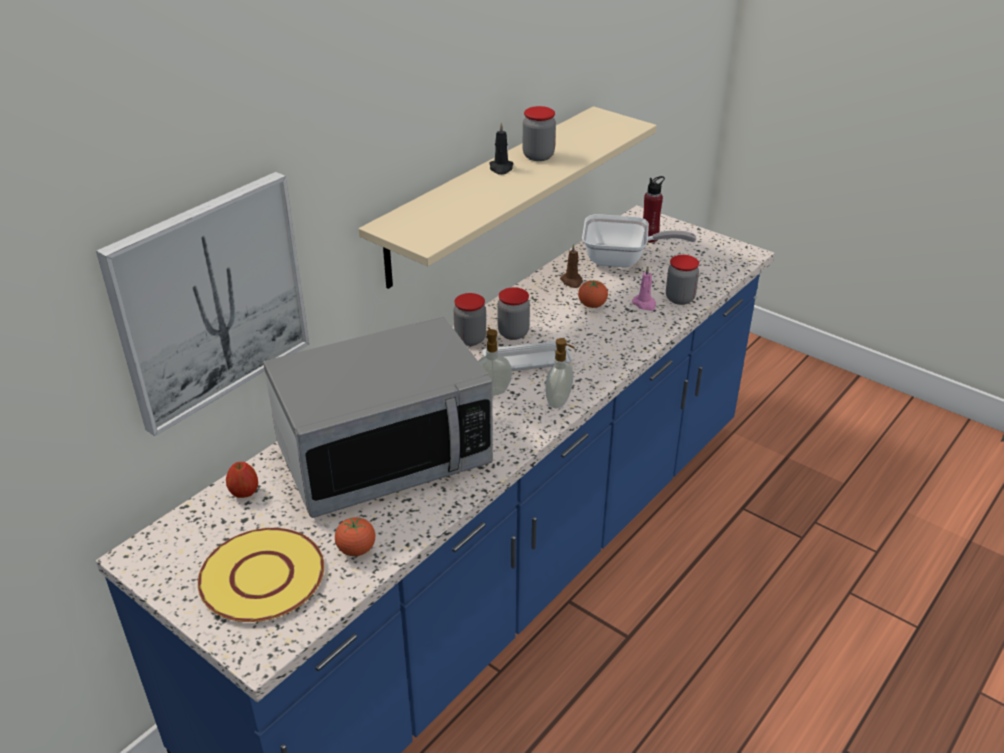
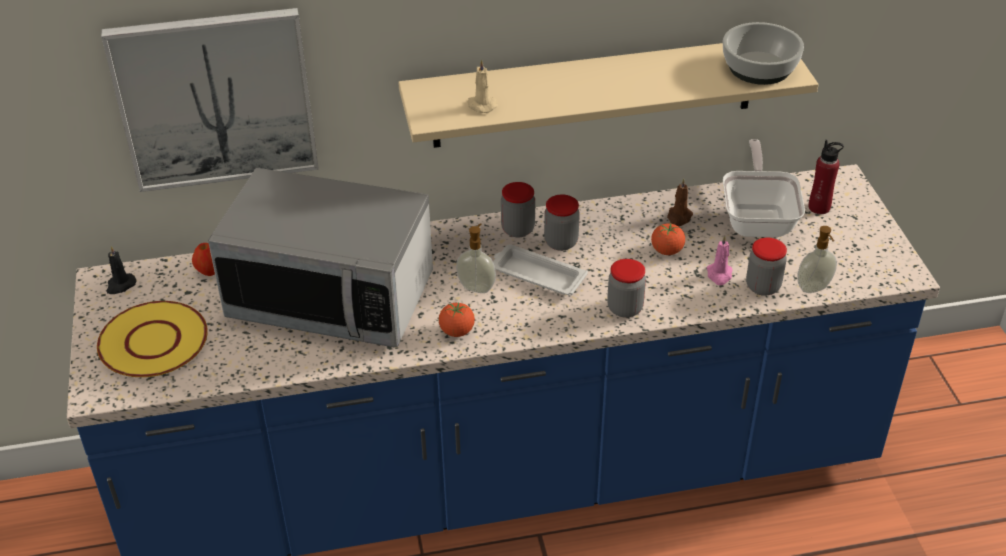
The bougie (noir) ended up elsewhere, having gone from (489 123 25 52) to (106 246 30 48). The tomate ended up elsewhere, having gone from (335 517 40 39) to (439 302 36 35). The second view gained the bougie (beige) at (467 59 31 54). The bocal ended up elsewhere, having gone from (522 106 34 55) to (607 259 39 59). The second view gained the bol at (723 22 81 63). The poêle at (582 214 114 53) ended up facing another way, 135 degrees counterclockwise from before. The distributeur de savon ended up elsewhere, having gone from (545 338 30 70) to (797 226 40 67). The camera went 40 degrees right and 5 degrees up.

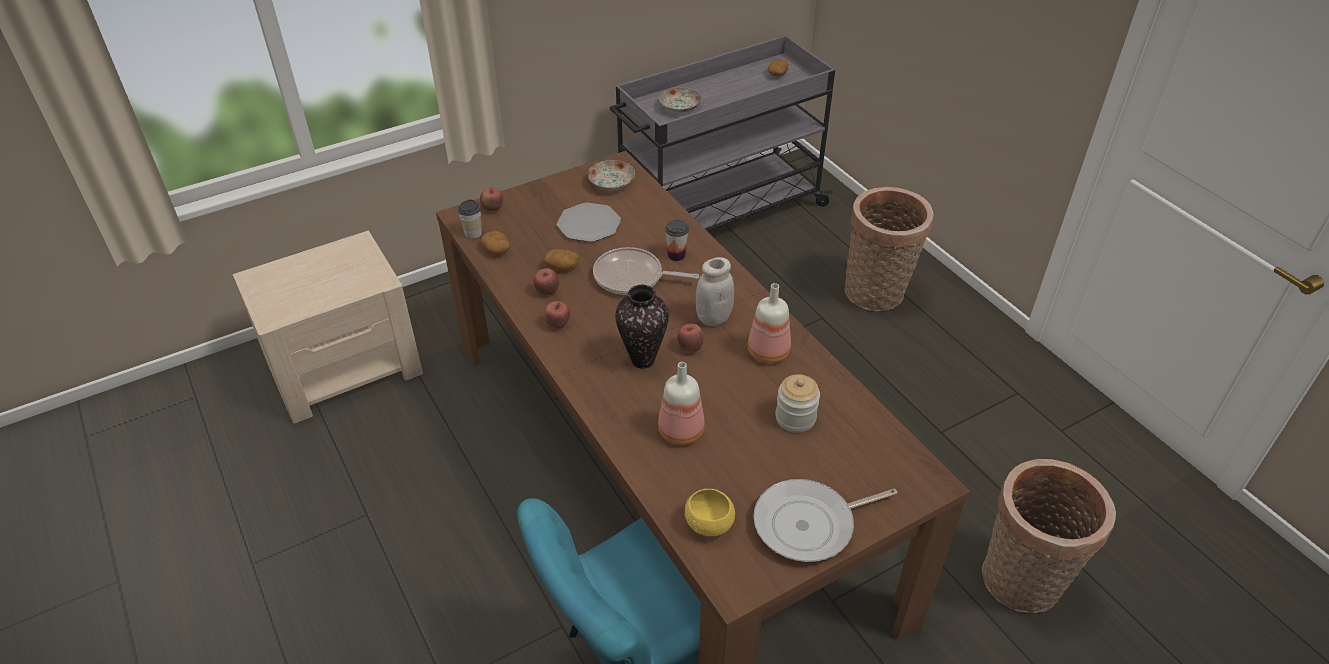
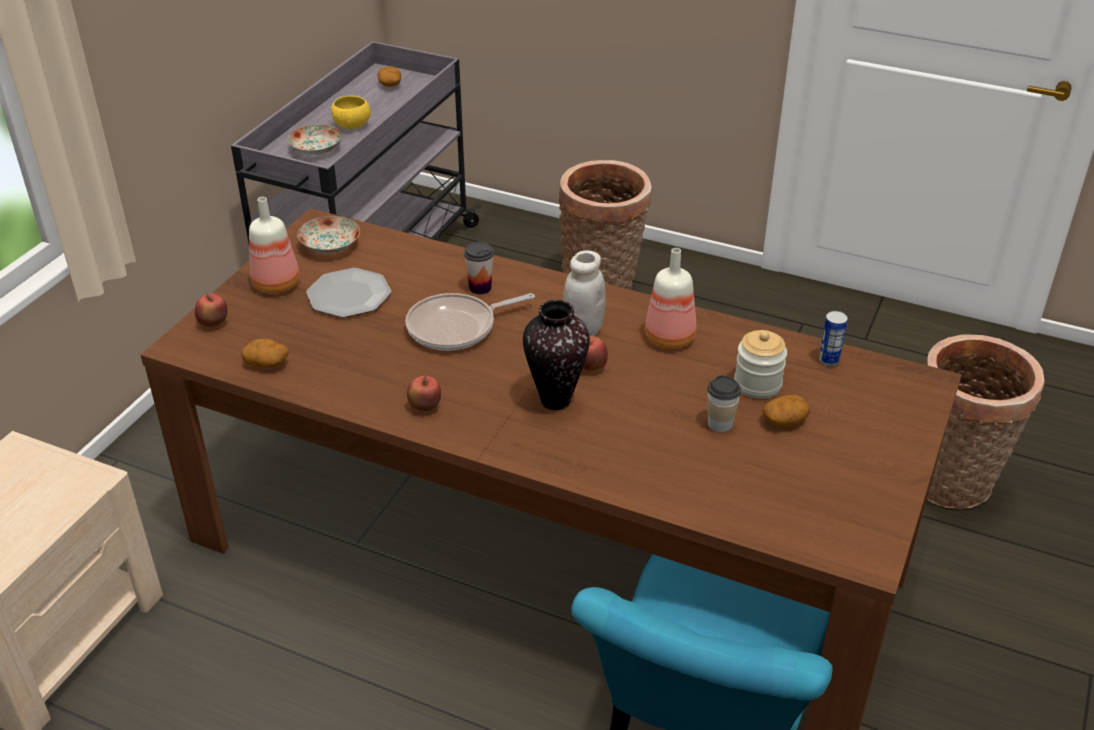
The bouteille ended up elsewhere, having gone from (658 362 47 83) to (249 197 51 97). The bol (jaune) ended up elsewhere, having gone from (685 489 50 47) to (331 96 39 33). The tasse ended up elsewhere, having gone from (458 199 24 40) to (707 375 34 57). The pomme de terre ended up elsewhere, having gone from (544 249 36 22) to (763 395 47 32). The second view gained the boîte métallique at (819 311 29 55). The second view lost the pomme at (534 268 25 27). The second view lost the poêle at (753 479 144 83). The camera went 35 degrees left and 5 degrees down.

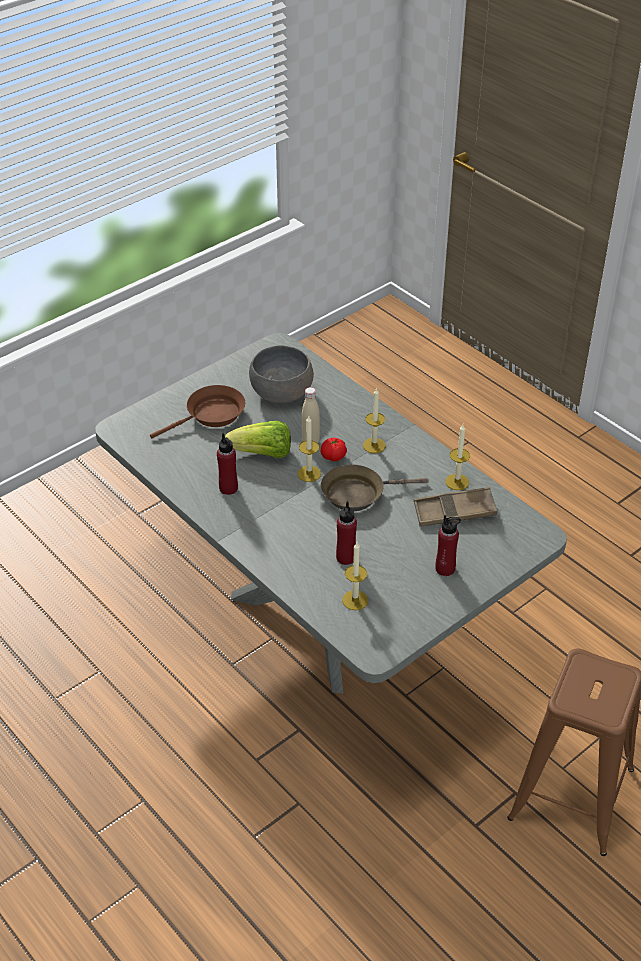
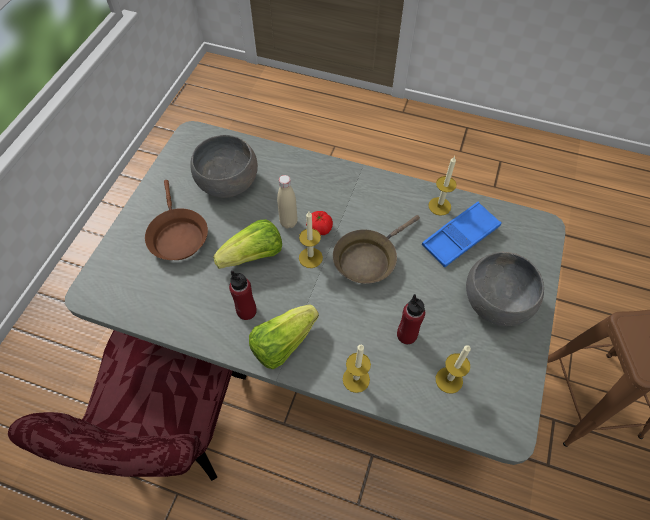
The second view gained the chaise (rouge) at (8 330 239 151). The poêle (marron) at (150 385 95 54) ended up facing another way, 135 degrees clockwise from before. The second view gained the laitue at (249 305 70 64). The bougie ended up elsewhere, having gone from (363 388 23 65) to (343 345 28 48). What was the plateau (marron) at (414 487 83 40) turned into the plateau (bleu) at (422 202 80 65). Where the bouteille (rouge) stood at (435 515 26 61), the bol (gris) came to stand at (466 252 78 74). The camera went 30 degrees left and 15 degrees up.

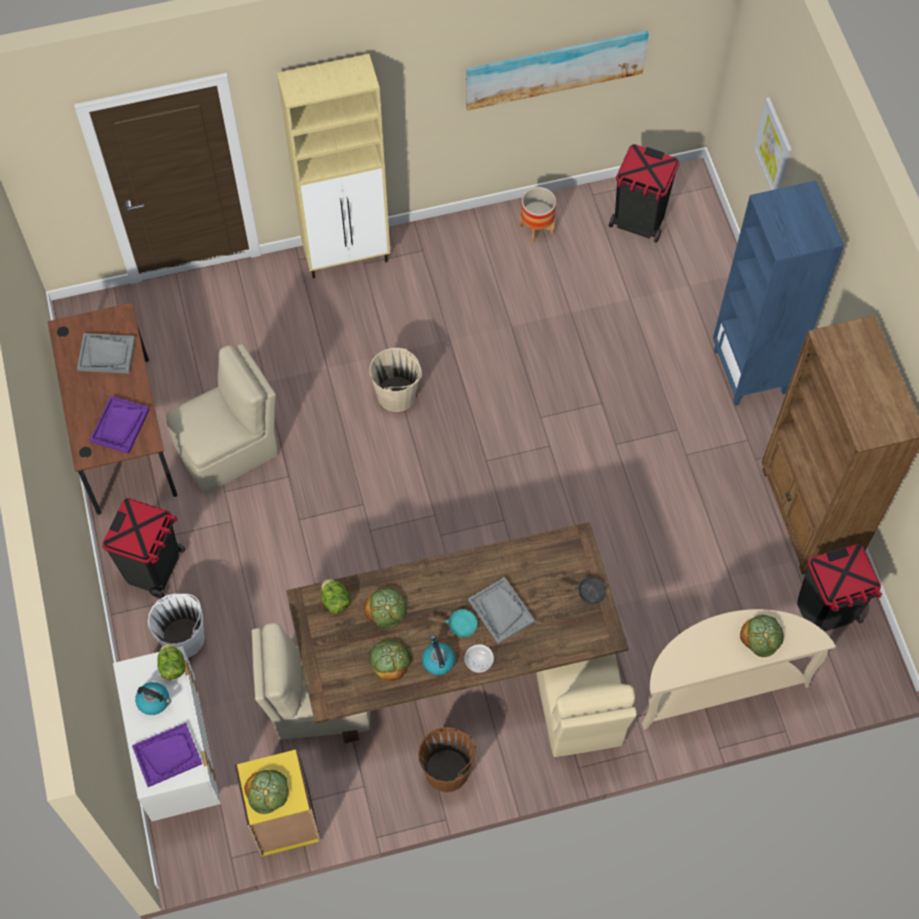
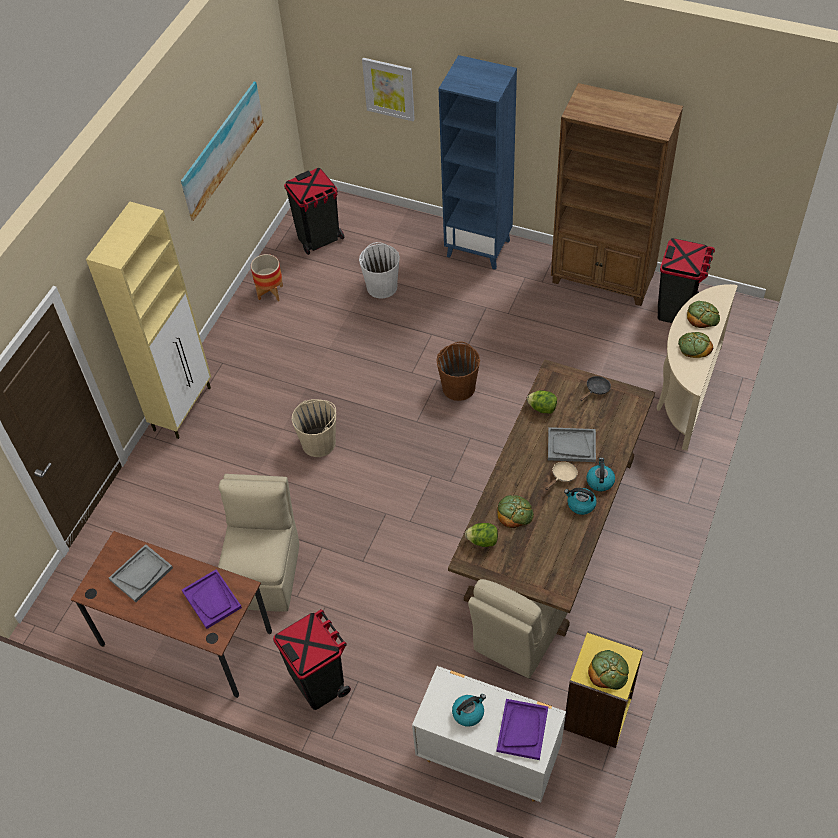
The seau (blanc) ended up elsewhere, having gone from (148 593 56 65) to (359 242 41 56). The seau (marron) ended up elsewhere, having gone from (418 727 58 65) to (436 342 44 59). The laitue ended up elsewhere, having gone from (157 643 29 37) to (527 390 30 24). What was the poêle (turquoise) at (427 609 51 29) turned into the poêle (beige) at (545 462 33 28). Where the bol stood at (465 644 29 29), the bouilloire came to stand at (586 458 29 33). The pain ended up elsewhere, having gone from (369 640 43 41) to (678 332 35 26). The second view lost the chaise (beige) at (536 654 101 103). The camera went 50 degrees left and 10 degrees down.

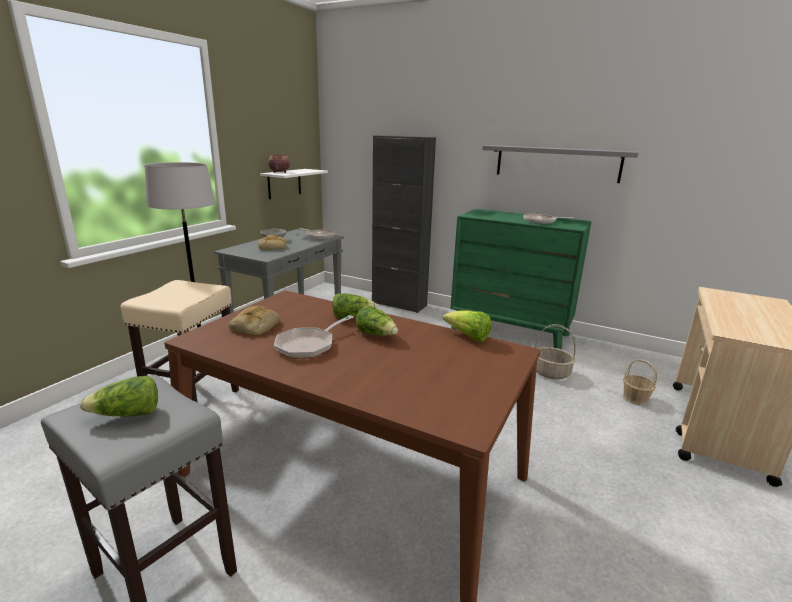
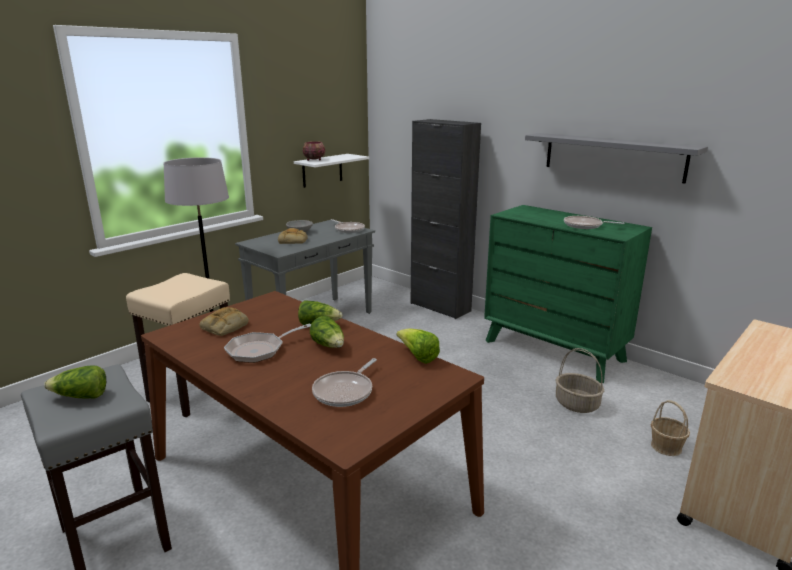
The second view gained the poêle at (312 358 65 49). The camera went 15 degrees right and 0 degrees up.

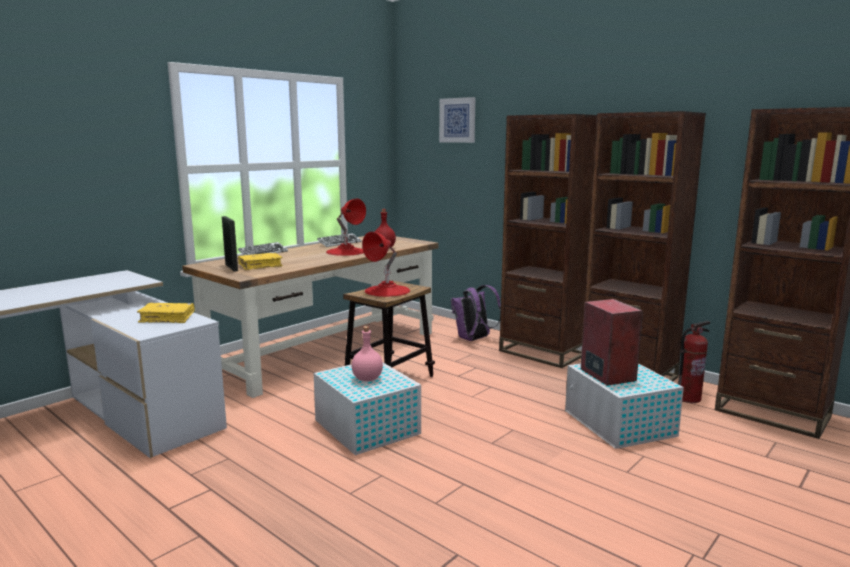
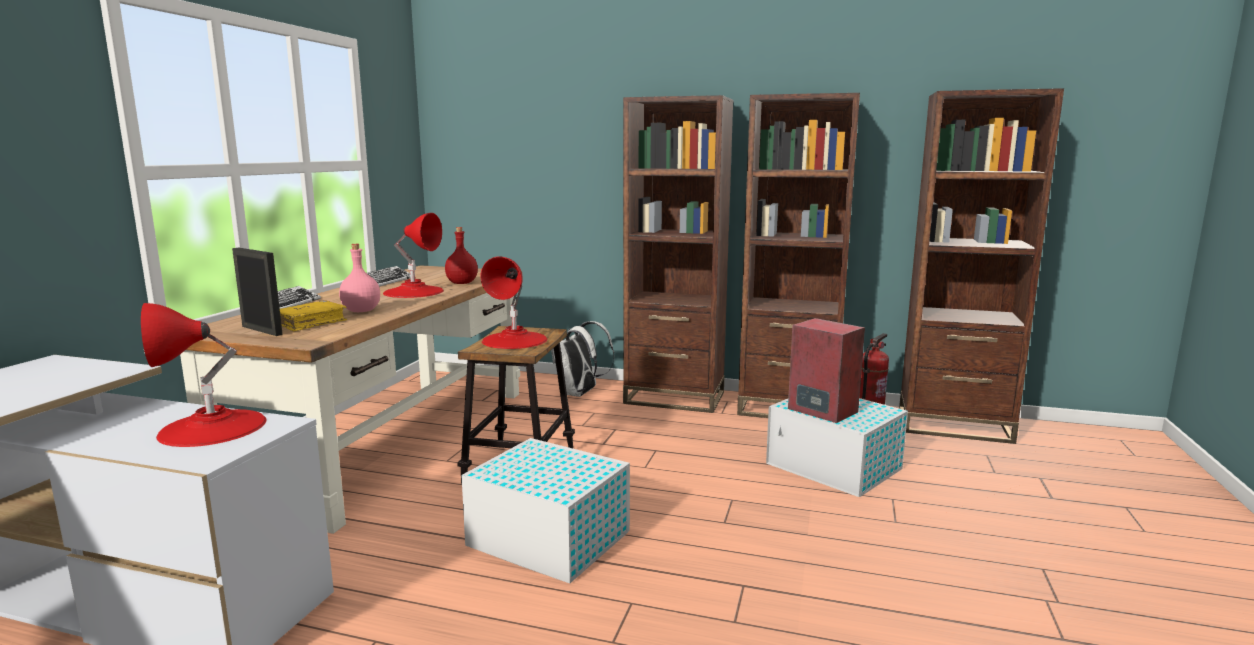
Where the livre (jaune) stood at (137 303 58 20), the lampe de table (rouge) came to stand at (141 303 125 144). The bouteille (rose) ended up elsewhere, having gone from (352 326 31 55) to (339 244 41 68). What was the sac à dos (violet) at (451 285 50 56) turned into the sac à dos (blanc) at (551 321 63 76). The second view lost the tableau at (439 97 36 46). The camera went 25 degrees left and 0 degrees up.

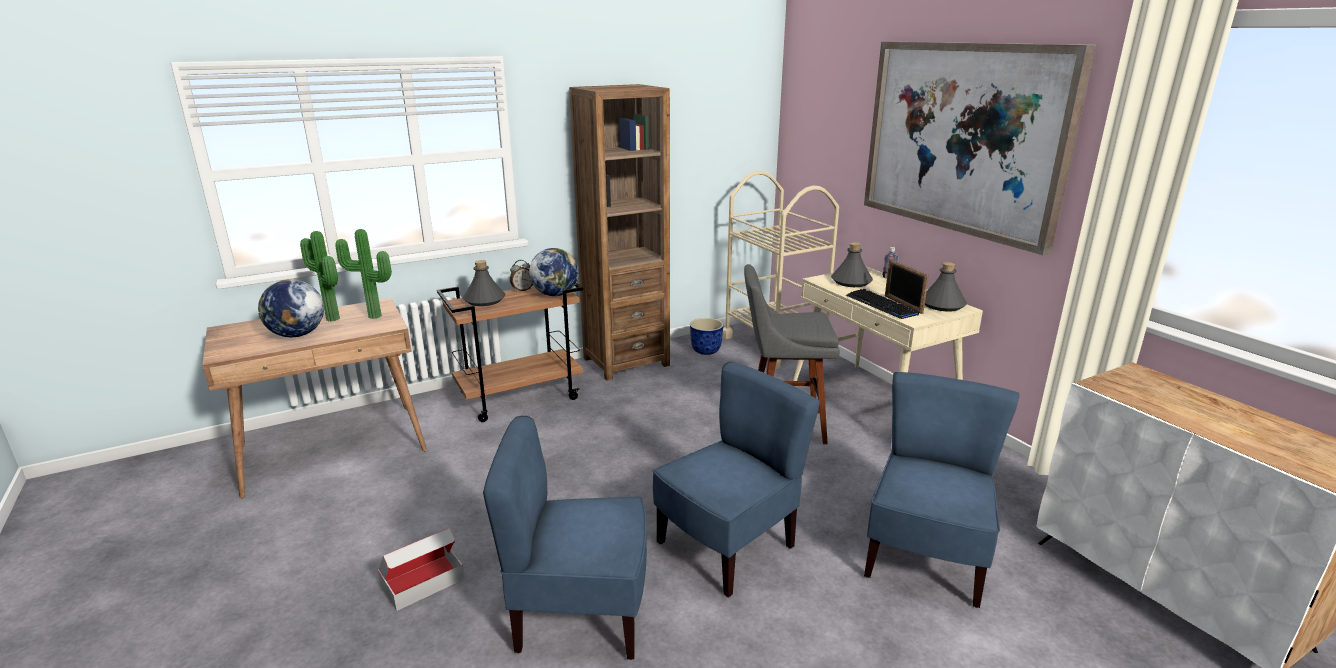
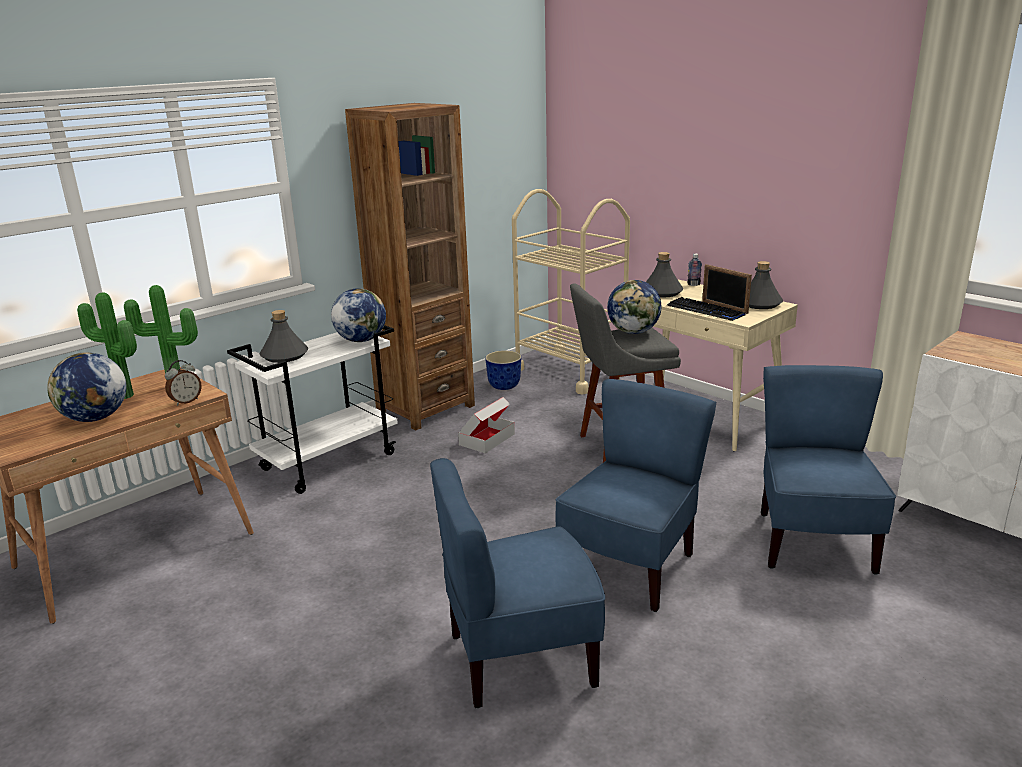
The réveil ended up elsewhere, having gone from (510 260 23 32) to (165 360 37 46). What was the chariot (marron) at (437 283 146 139) turned into the chariot (blanc) at (227 325 171 169). The carton ended up elsewhere, having gone from (378 528 86 83) to (458 397 57 56). The second view gained the globe at (607 280 55 54). The second view lost the tableau at (864 42 232 213). The camera went 15 degrees left and 0 degrees up.

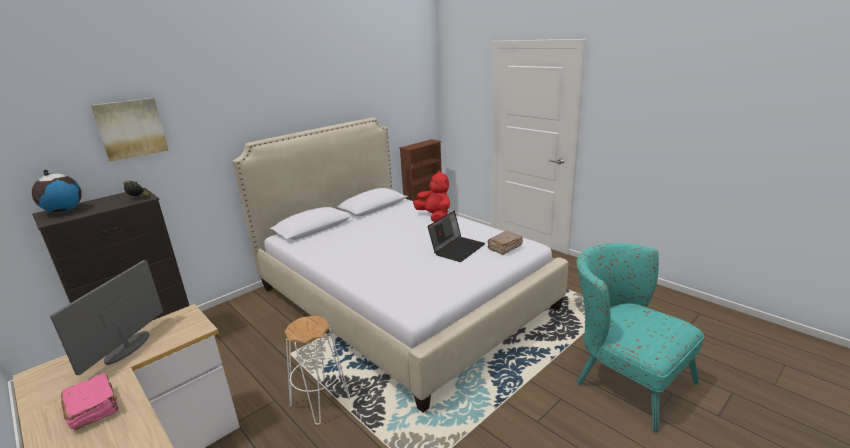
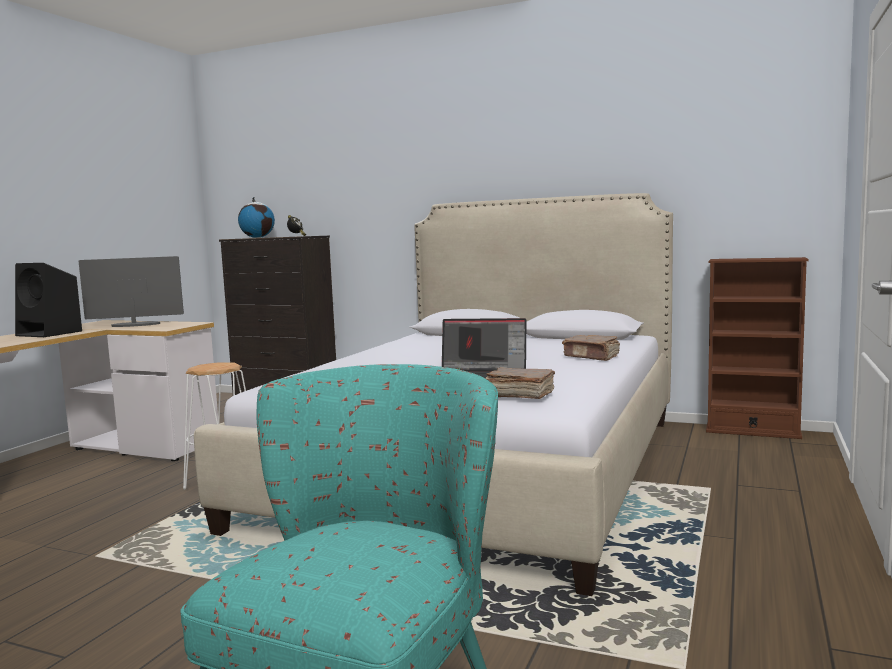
Where the livre (rose) stood at (61 373 58 57), the enceinte (noir) came to stand at (15 263 67 74). Where the peluche (rouge) stood at (413 170 37 52), the livre (marron) came to stand at (562 335 58 26). The second view lost the tableau at (91 98 77 64). The camera went 65 degrees right and 15 degrees down.

